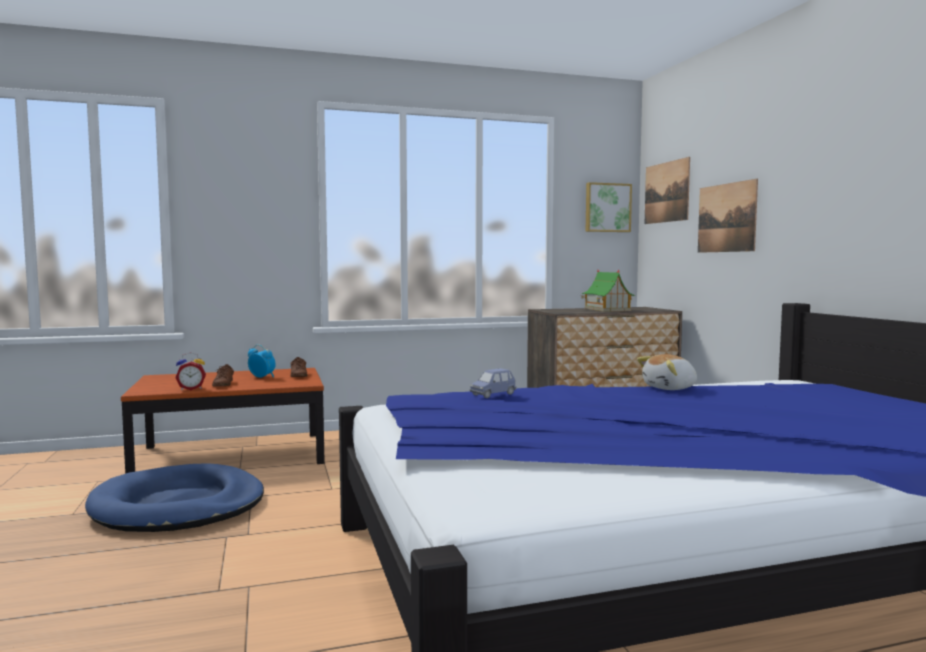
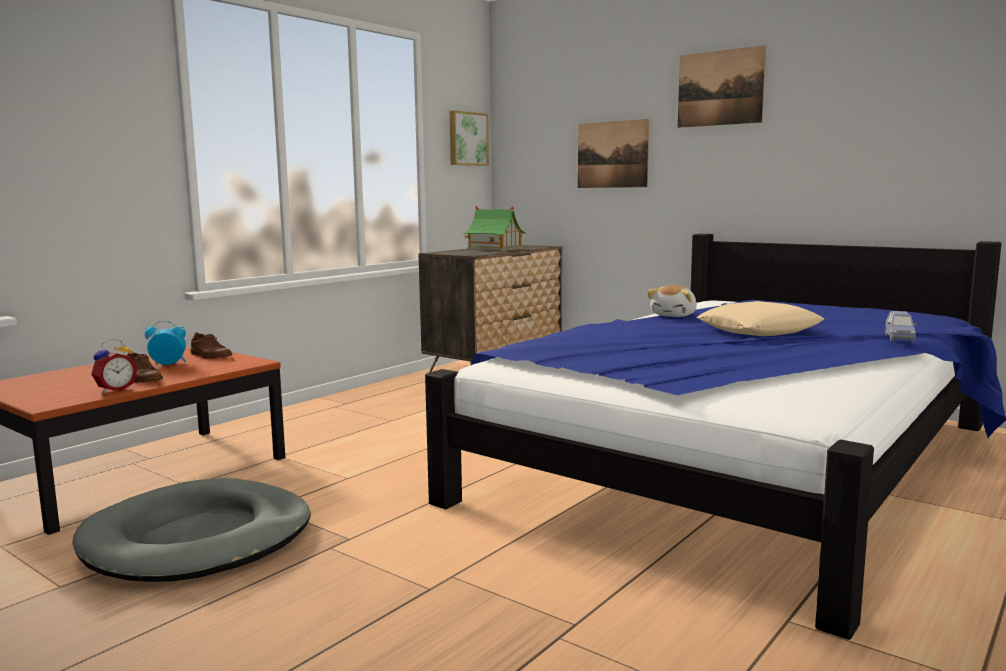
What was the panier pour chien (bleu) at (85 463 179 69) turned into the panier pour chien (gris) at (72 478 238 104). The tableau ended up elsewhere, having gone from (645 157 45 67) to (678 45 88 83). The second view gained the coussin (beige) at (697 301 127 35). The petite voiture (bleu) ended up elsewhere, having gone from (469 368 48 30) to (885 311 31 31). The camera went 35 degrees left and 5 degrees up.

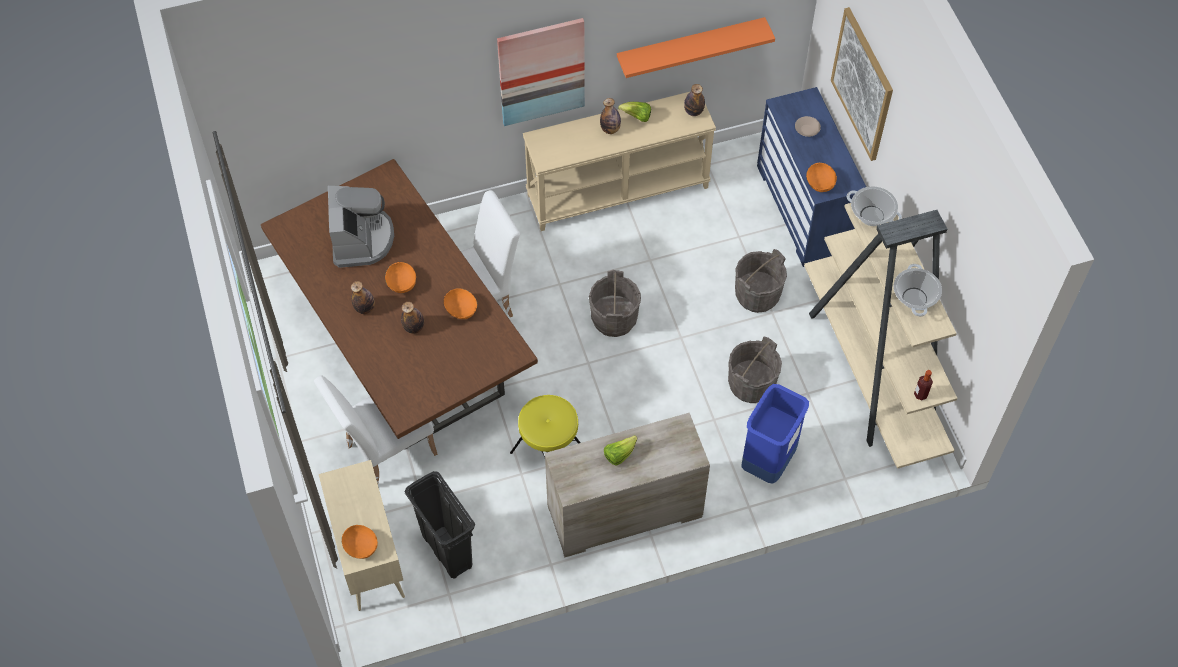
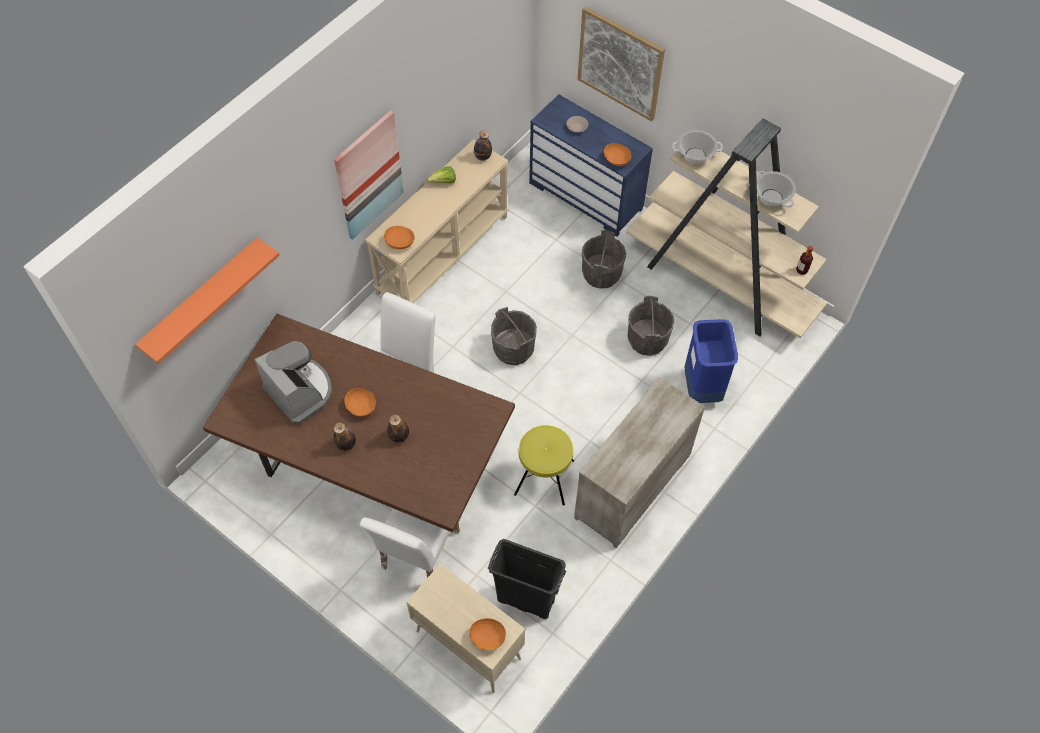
The étagère (orange) ended up elsewhere, having gone from (617 17 158 61) to (135 238 145 126). The bol (orange) ended up elsewhere, having gone from (444 288 33 31) to (384 226 31 23). The second view lost the bouteille at (600 98 21 36). The second view lost the laitue at (604 435 34 31). The camera went 35 degrees left and 0 degrees up.

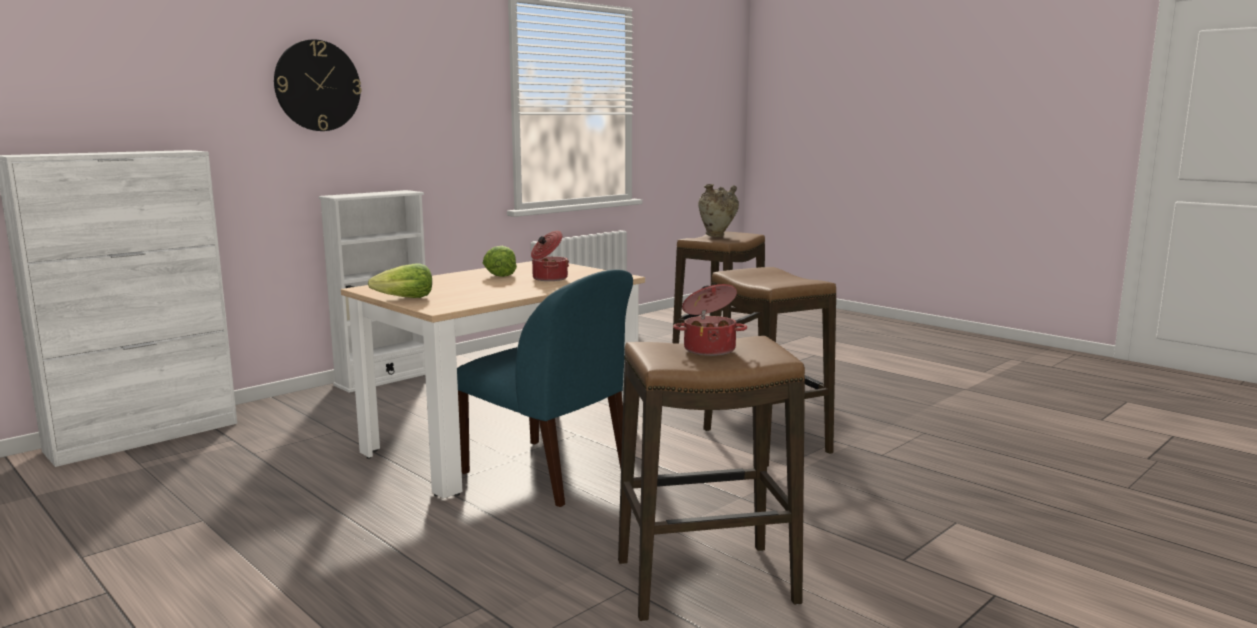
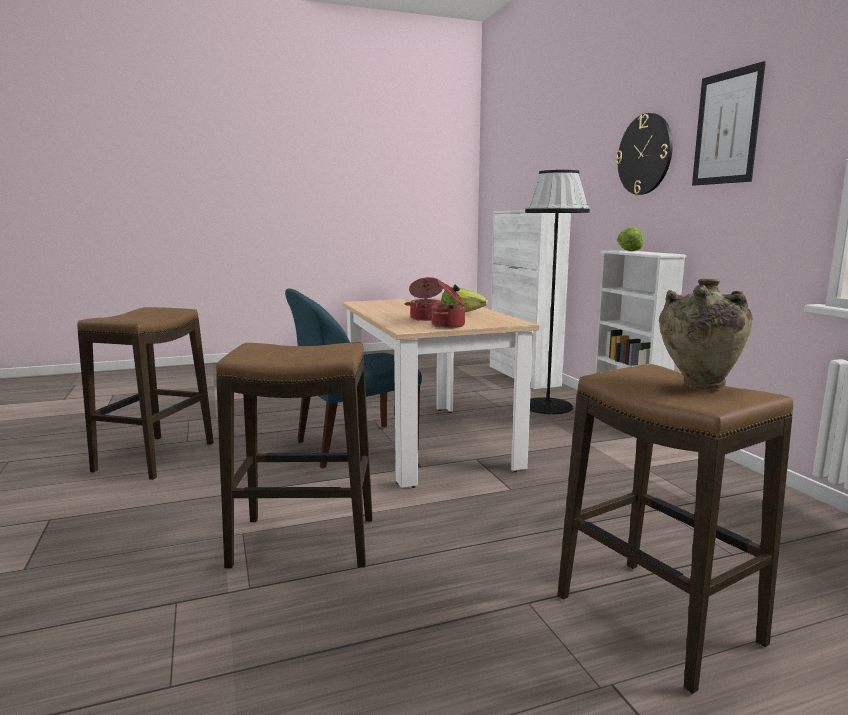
The marmite ended up elsewhere, having gone from (673 284 74 72) to (431 280 34 48). The second view gained the lampadaire (noir) at (525 170 65 244). The laitue ended up elsewhere, having gone from (368 263 64 35) to (617 227 26 24). The second view gained the tableau at (692 61 74 125). The camera went 115 degrees right and 0 degrees up.

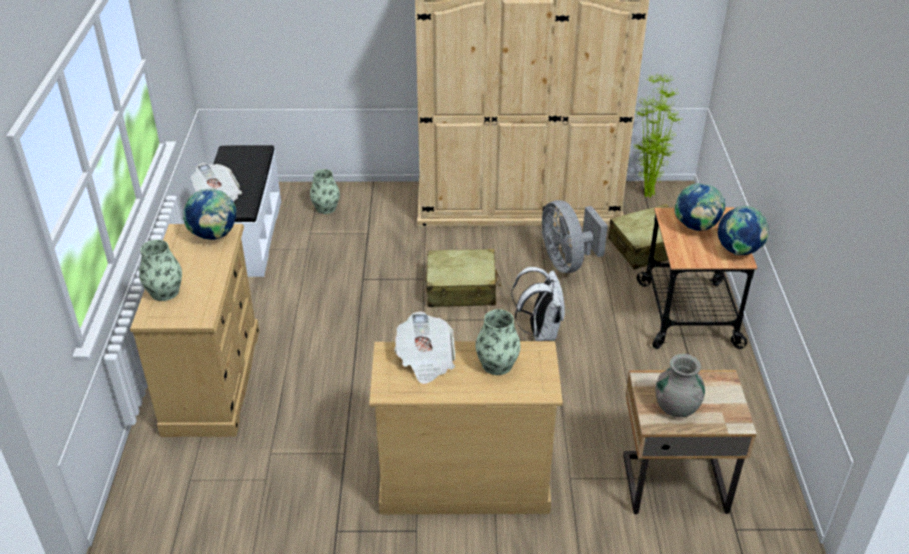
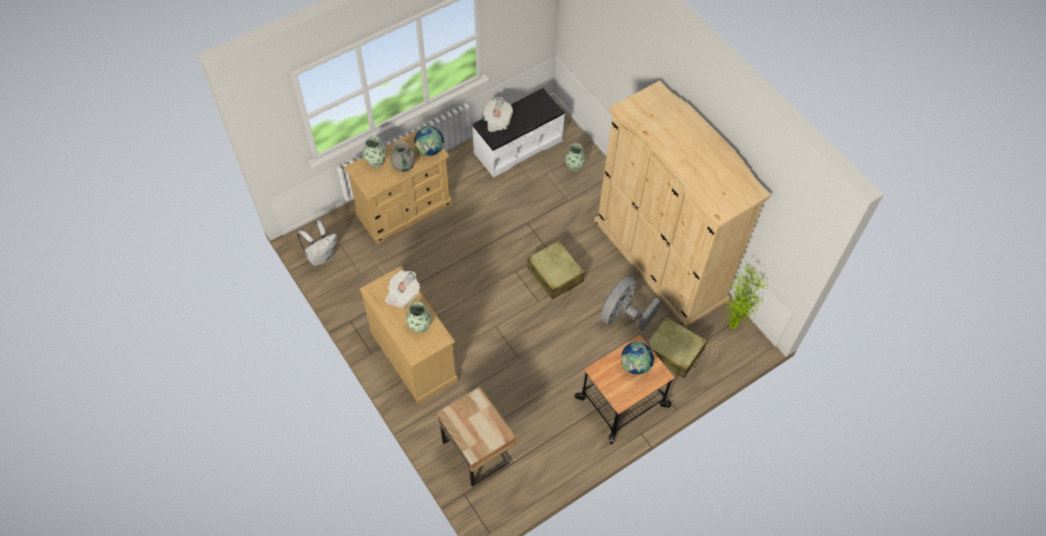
The sac à dos (blanc) ended up elsewhere, having gone from (511 267 54 74) to (297 220 40 46). The vase (gris) ended up elsewhere, having gone from (655 354 50 63) to (390 141 25 31). The second view lost the globe at (718 206 51 49). The camera went 55 degrees right and 20 degrees up.

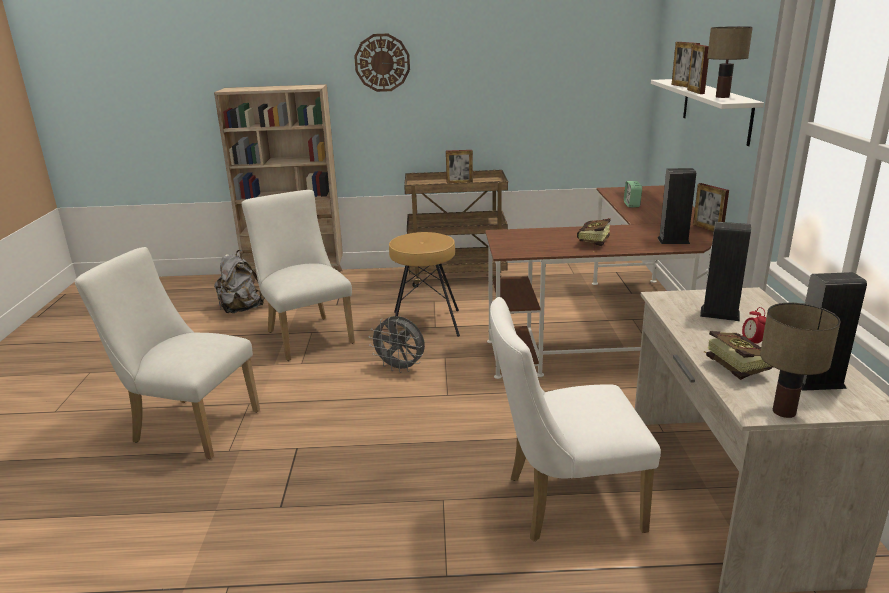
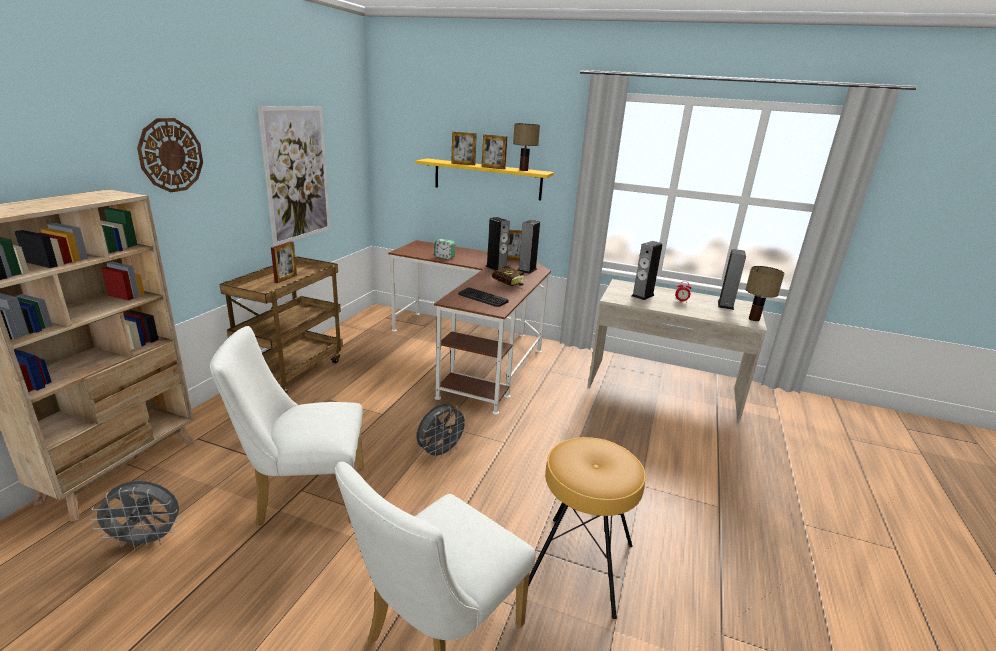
Where the sac à dos (gris) stood at (214 250 51 63), the ventilateur (gris) came to stand at (90 481 89 69). The second view gained the tableau at (258 106 72 140). What was the étagère (blanc) at (651 79 113 67) turned into the étagère (jaune) at (415 158 139 43). The second view gained the clavier at (458 287 50 20). The second view gained the enceinte at (486 217 24 53). The tabouret (marron) ended up elsewhere, having gone from (389 232 71 105) to (528 437 118 182). The second view lost the chaise (blanc) at (490 297 171 245). The second view lost the livre at (704 331 68 49). The camera went 70 degrees left and 0 degrees up.

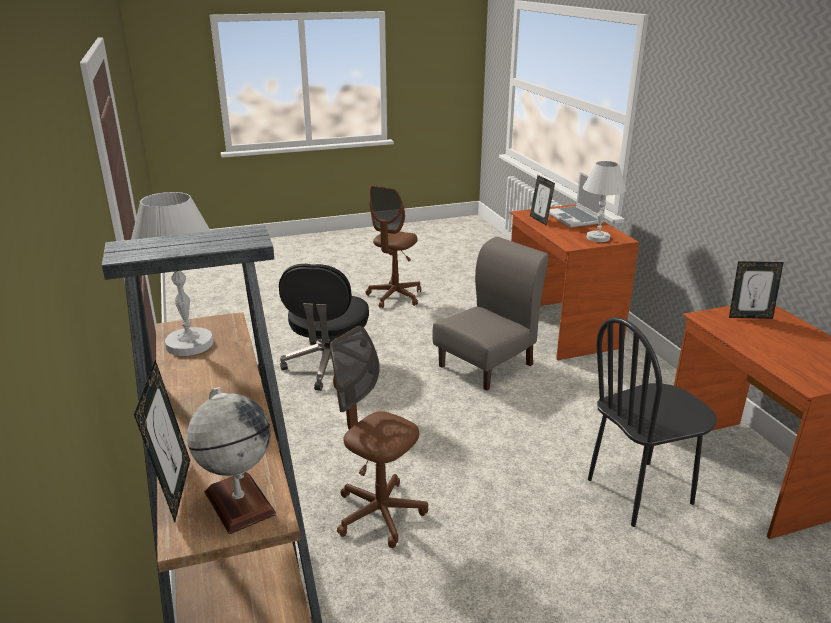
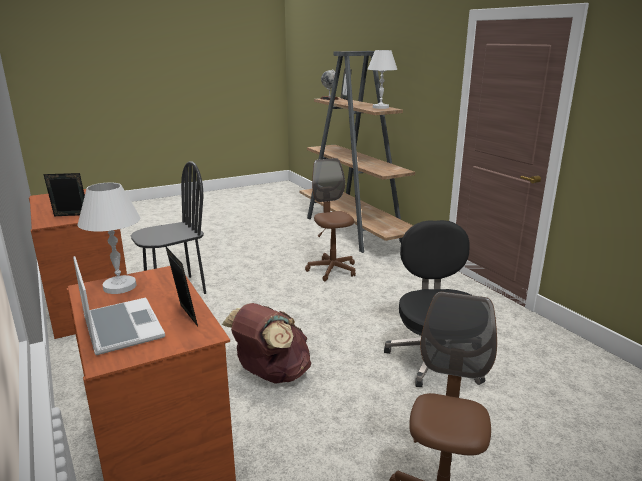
Where the chaise (gris) stood at (432 237 116 154), the sac à dos (marron) came to stand at (222 303 89 81). The chaise de bureau (marron) at (330 326 98 222) ended up facing another way, 135 degrees counterclockwise from before. The camera went 170 degrees right and 5 degrees down.

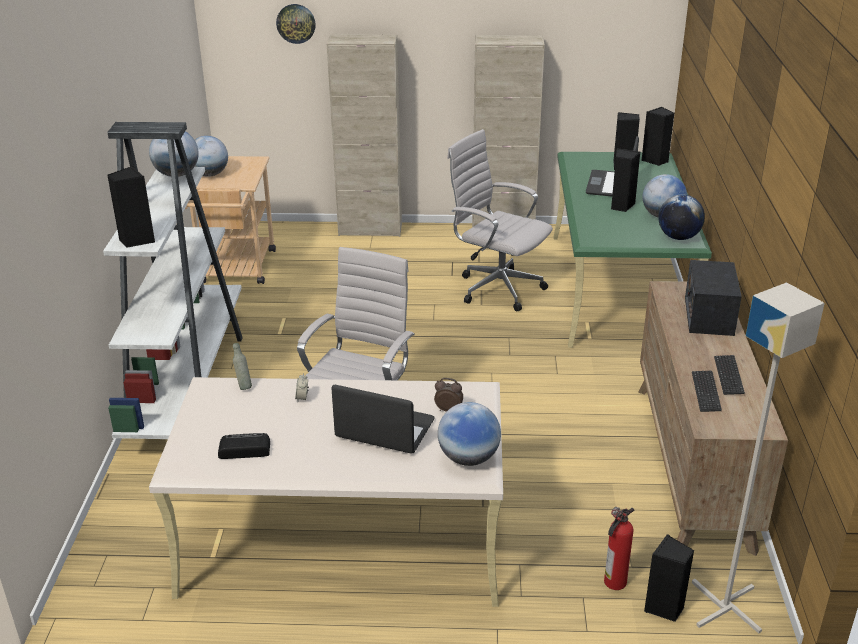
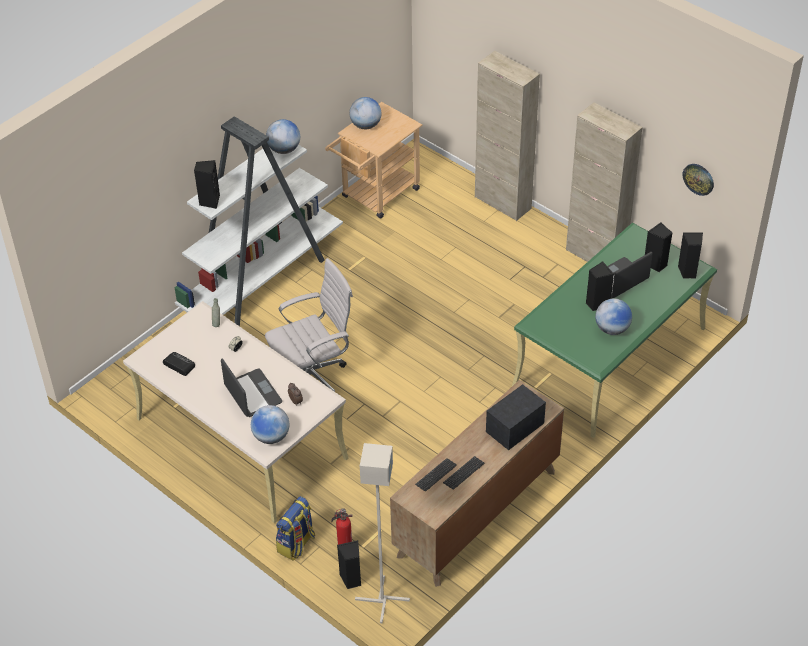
The second view gained the sac à dos at (276 496 39 65). The horloge murale ended up elsewhere, having gone from (276 4 39 40) to (682 164 32 32). The second view lost the chaise de bureau (blanc) at (447 129 106 183). The second view lost the globe at (658 195 47 45). The camera went 40 degrees right and 15 degrees up.

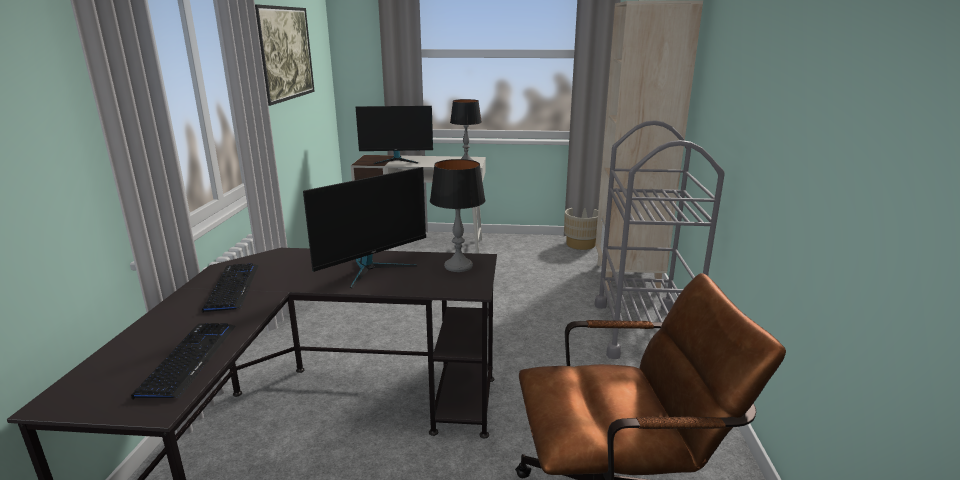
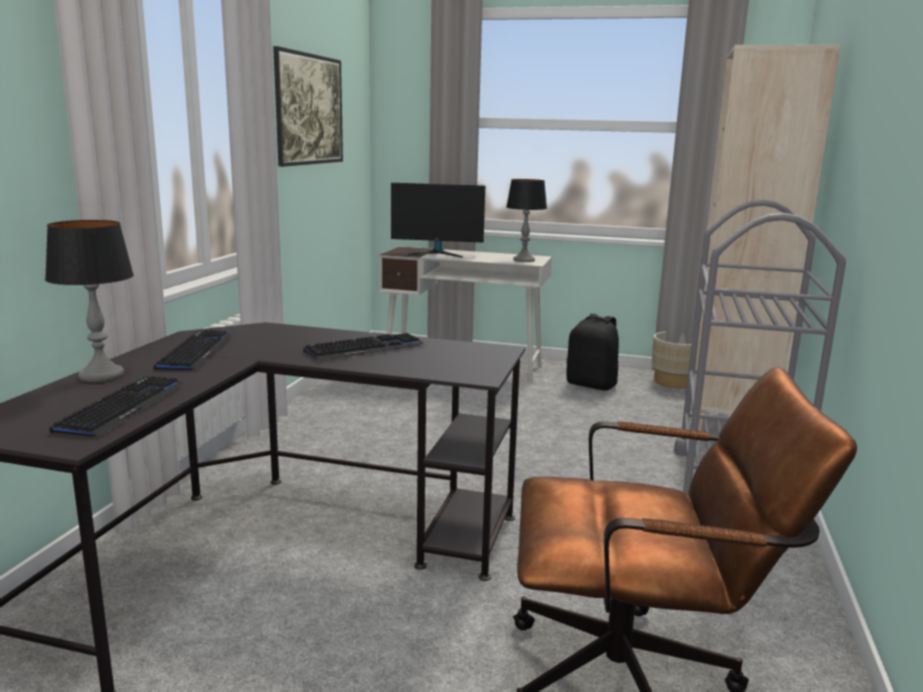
The lampe de table ended up elsewhere, having gone from (430 159 55 113) to (45 220 89 162). Where the écran d'ordinateur stood at (303 167 123 122), the clavier came to stand at (303 333 121 28). The second view gained the sac à dos (noir) at (566 314 53 77). The camera went 10 degrees right and 5 degrees down.

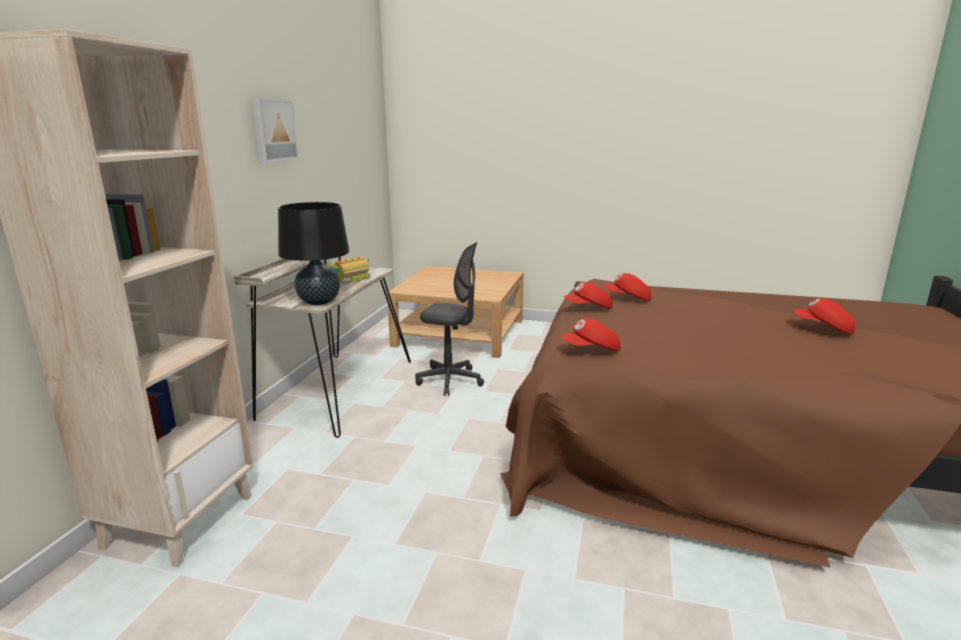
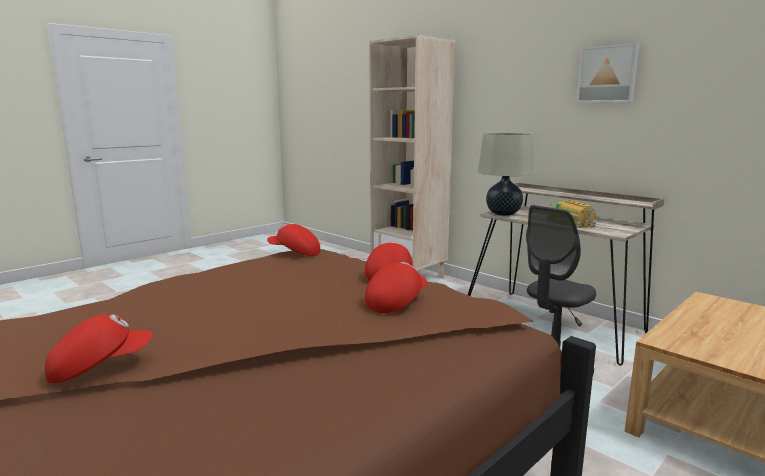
The casquette (rouge) at (561 318 60 33) ended up facing another way, 90 degrees counterclockwise from before. What was the lampe de table (noir) at (278 202 71 103) turned into the lampe de table (beige) at (478 133 57 83). The camera went 120 degrees right and 5 degrees down.

